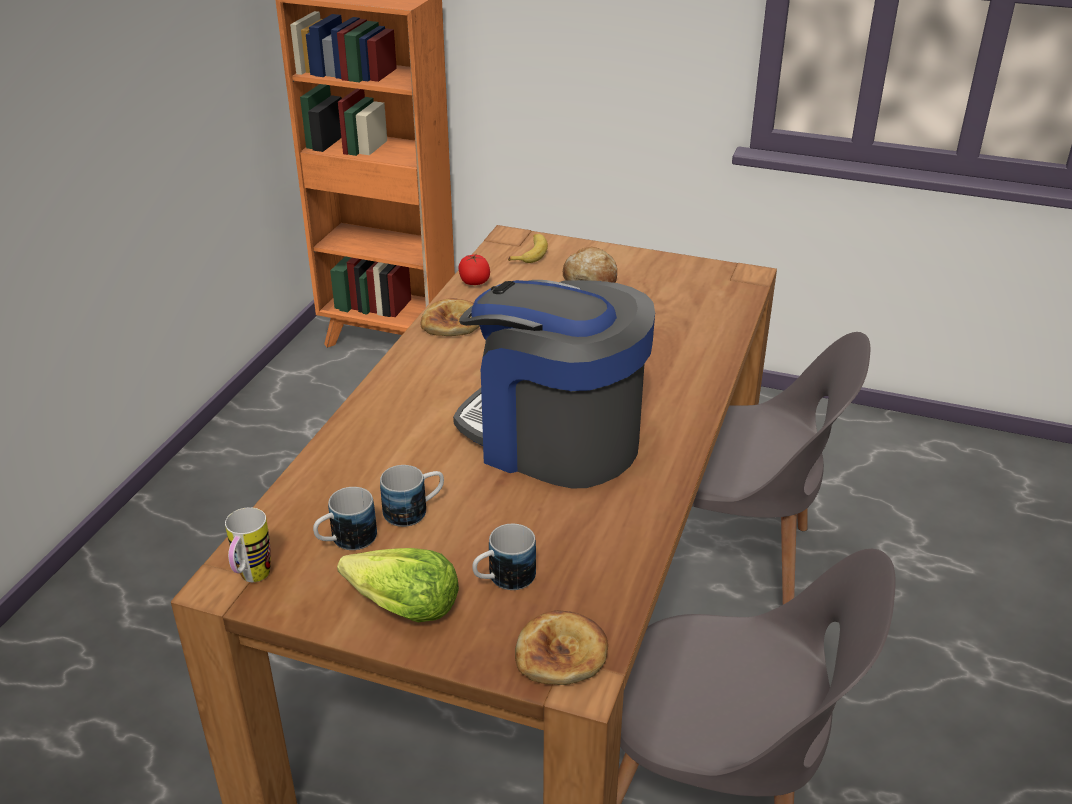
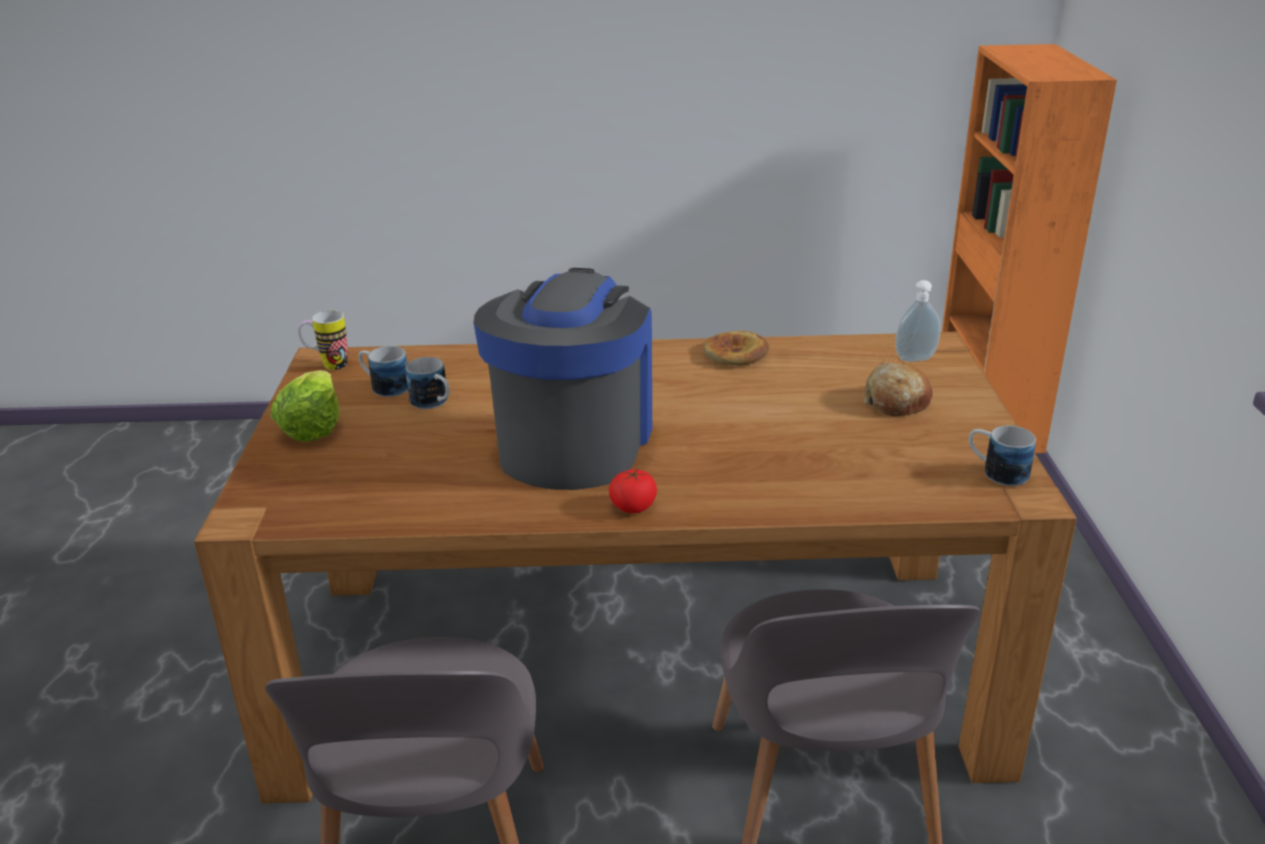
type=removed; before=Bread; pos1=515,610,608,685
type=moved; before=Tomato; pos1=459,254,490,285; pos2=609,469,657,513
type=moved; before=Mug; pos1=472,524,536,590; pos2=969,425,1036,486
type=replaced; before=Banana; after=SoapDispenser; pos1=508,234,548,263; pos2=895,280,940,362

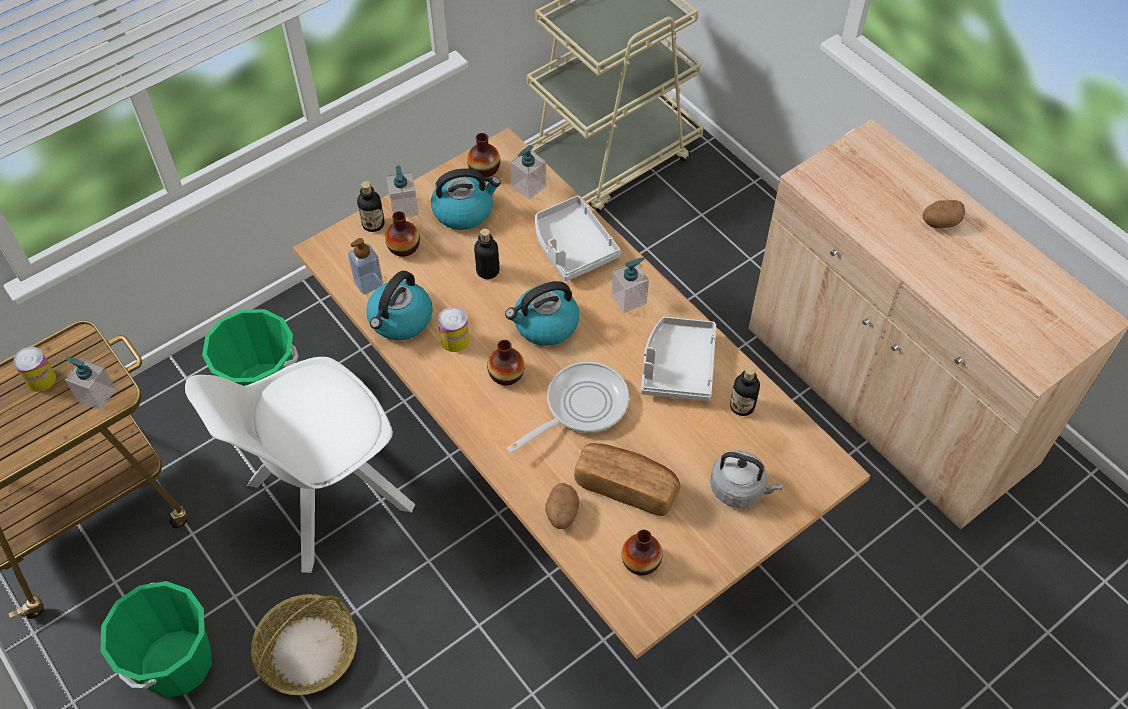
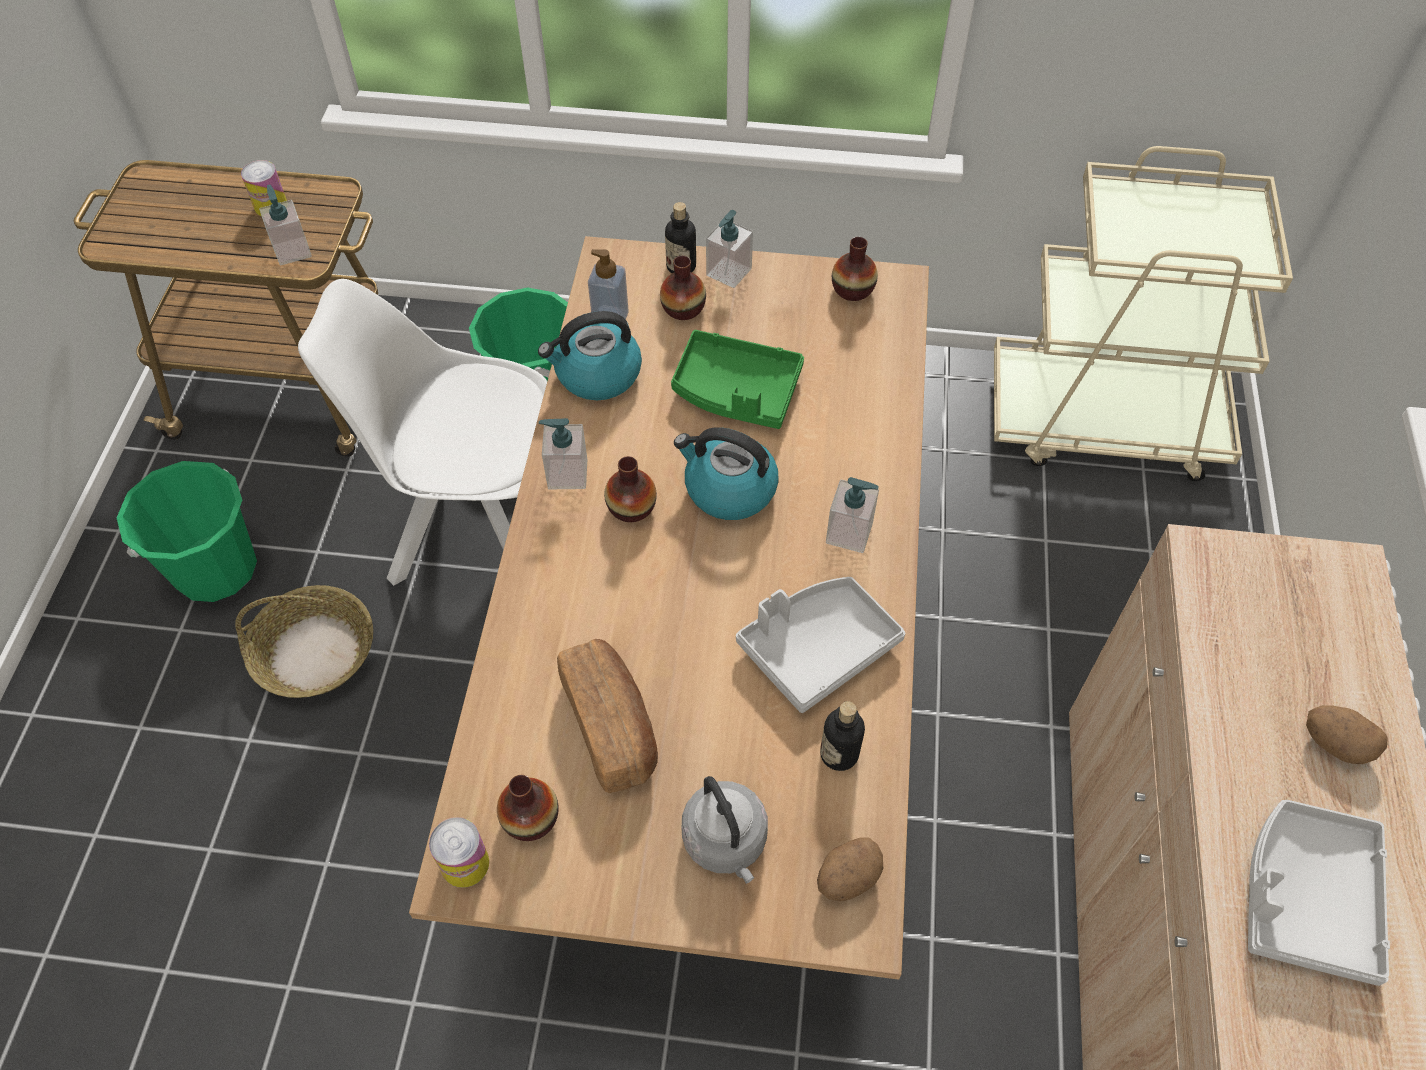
type=removed; before=Kettle; pos1=431,168,501,230
type=removed; before=FryingPan; pos1=507,362,629,453
type=moved; before=Can; pos1=438,307,469,352; pos2=429,817,489,888
type=moved; before=SoapDispenser; pos1=511,145,546,200; pos2=539,418,587,489
type=moved; before=GreyTray; pos1=535,195,621,281; pos2=1248,800,1390,986
type=moved; before=Potato; pos1=545,483,580,529; pos2=817,838,883,901
type=replaced; before=Bottle; after=GreenTray; pos1=474,229,500,279; pos2=671,330,804,429

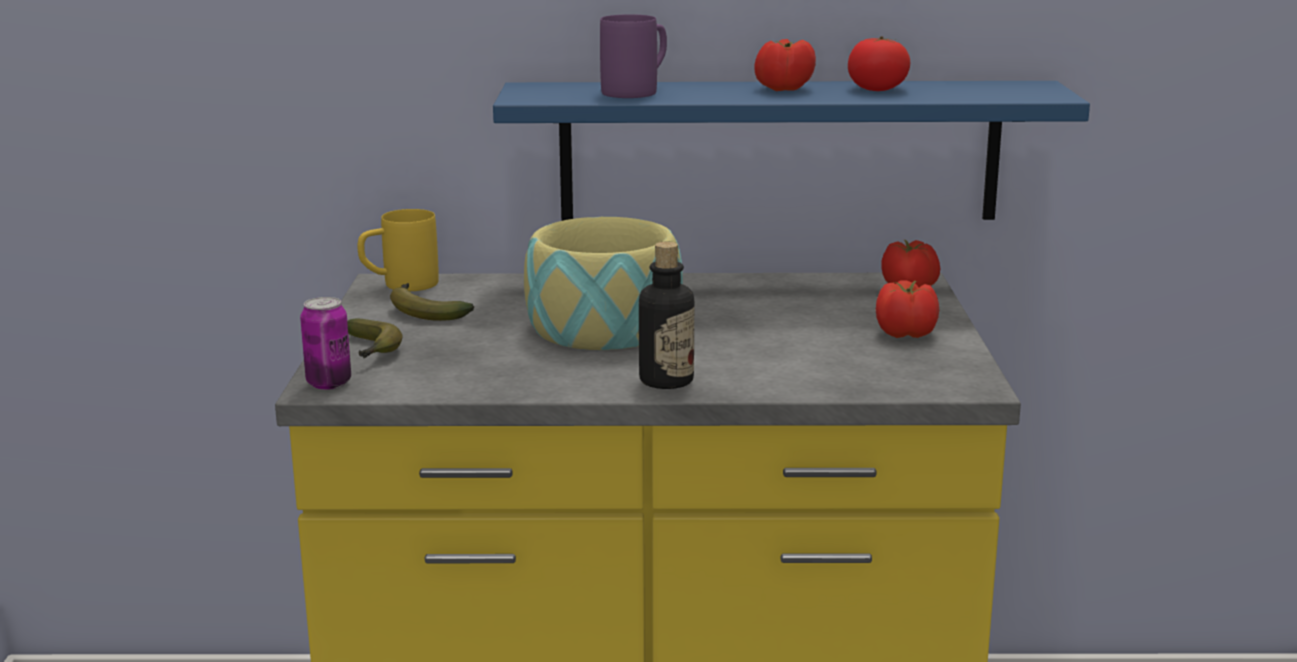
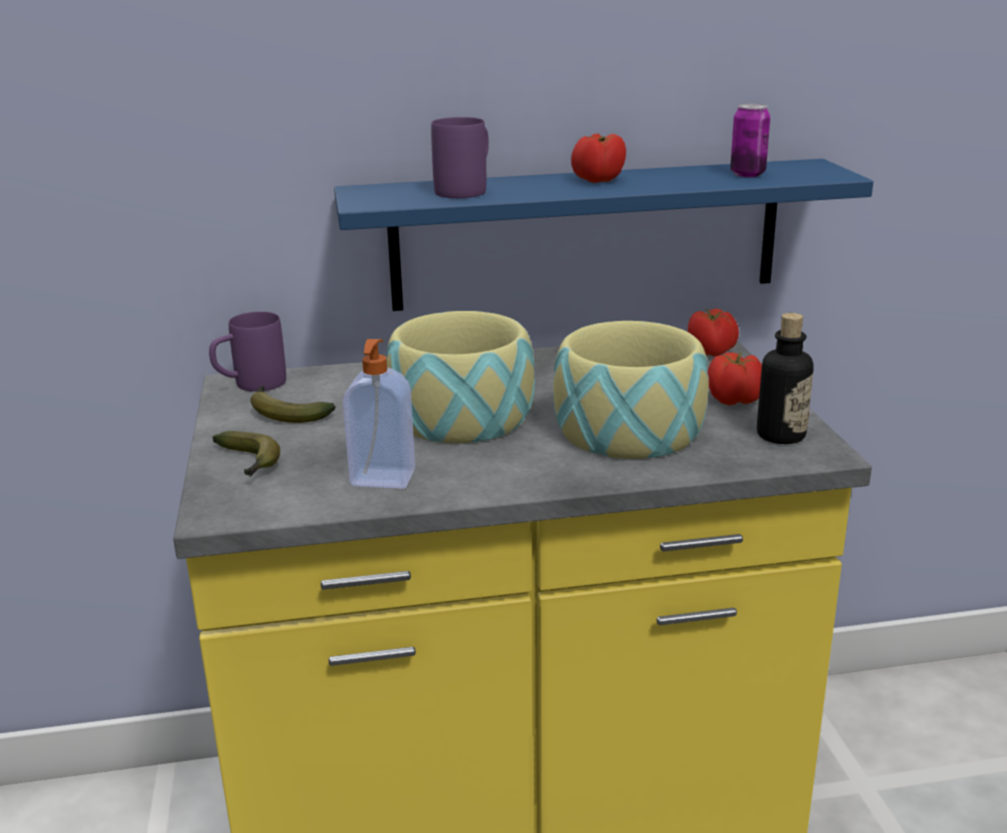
type=removed; before=Tomato; pos1=848,36,910,91
type=added; after=SoapDispenser; pos2=343,339,415,489
type=added; after=Bowl; pos2=553,321,709,459
type=moved; before=Can; pos1=300,297,351,390; pos2=730,104,770,177
type=moved; before=Bottle; pos1=639,242,694,389; pos2=757,313,814,444
type=recoloured; before=YellowMug; after=PurpleMug; pos1=357,209,439,291; pos2=209,312,286,392

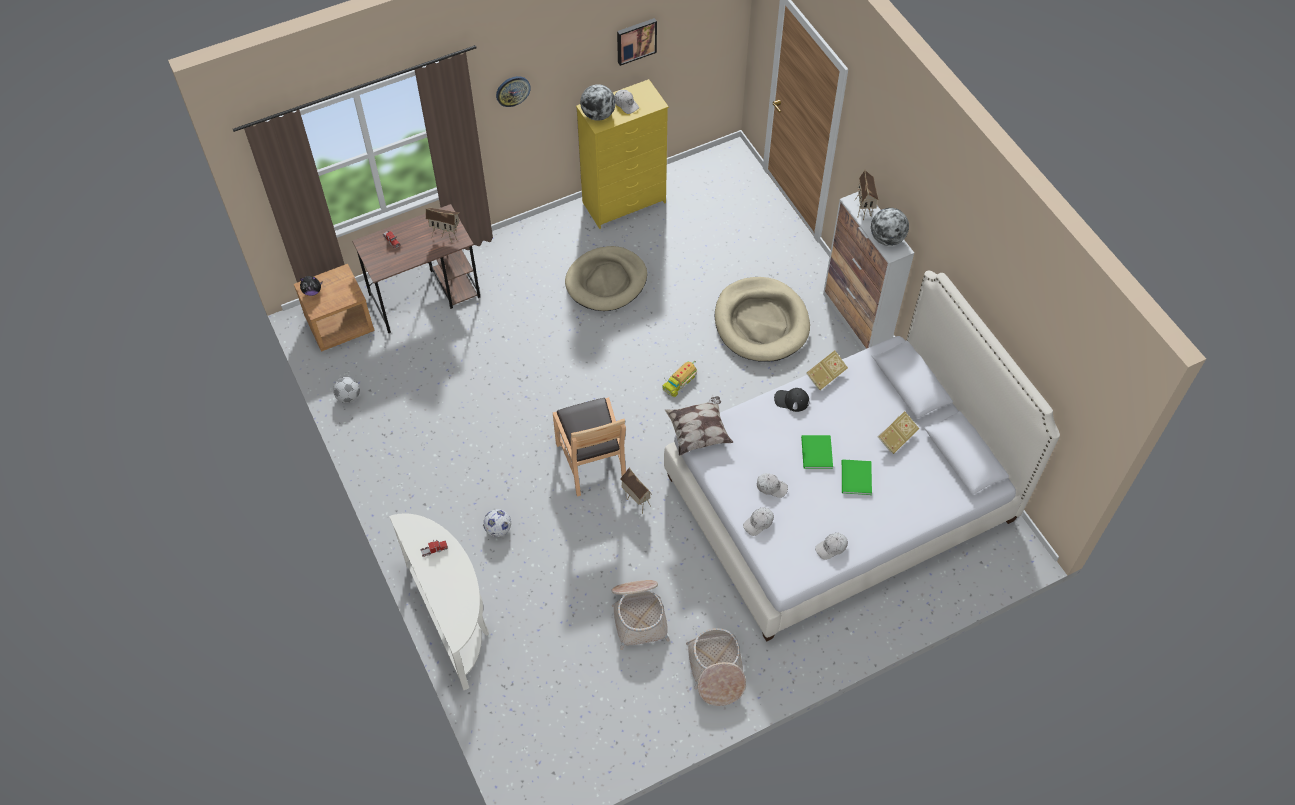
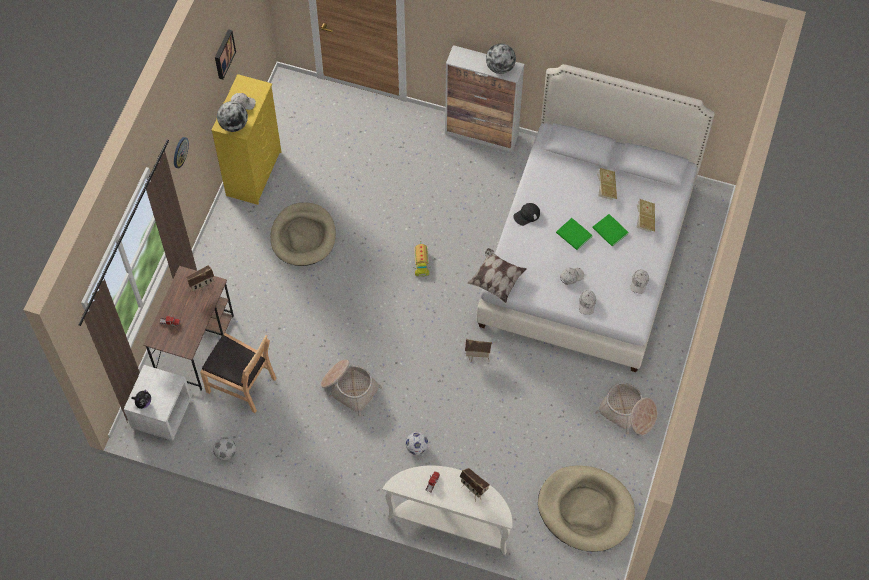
type=moved; before=BrownChair; pos1=553,397,626,497; pos2=200,333,277,413
type=moved; before=Basket; pos1=611,580,670,650; pos2=321,359,382,416
type=moved; before=BeigeDogBed; pos1=715,277,810,362; pos2=538,465,635,552
type=moved; before=Book; pos1=806,350,848,390; pos2=636,199,655,232
type=moved; before=ToyHouse; pos1=855,170,879,220; pos2=460,468,490,502
type=recoloured; before=BrownNightstand; after=WhiteNightstand; pos1=294,264,375,352; pos2=124,365,192,441

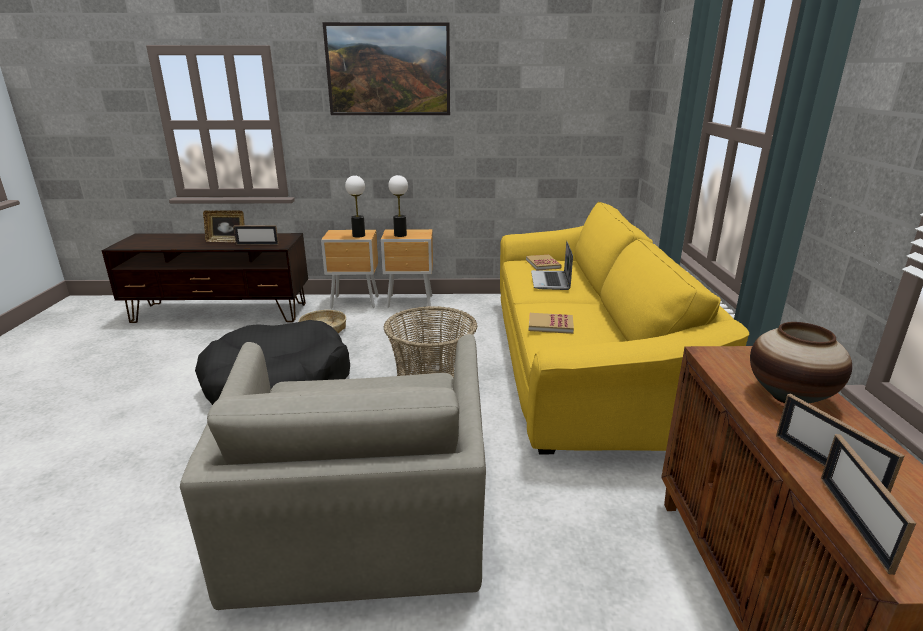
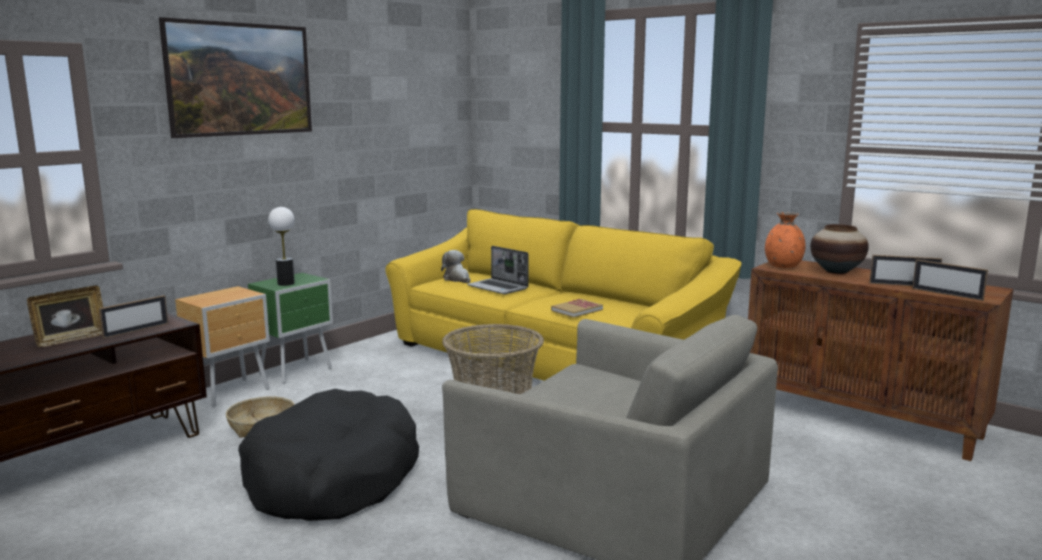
type=removed; before=TableLamp; pos1=345,175,365,237
type=added; after=OrangeVase; pos2=765,212,805,268
type=replaced; before=Book; after=PlushToy; pos1=526,255,562,270; pos2=441,250,470,283
type=recoloured; before=BrownNightstand; after=GreenNightstand; pos1=381,229,433,308; pos2=248,273,333,384

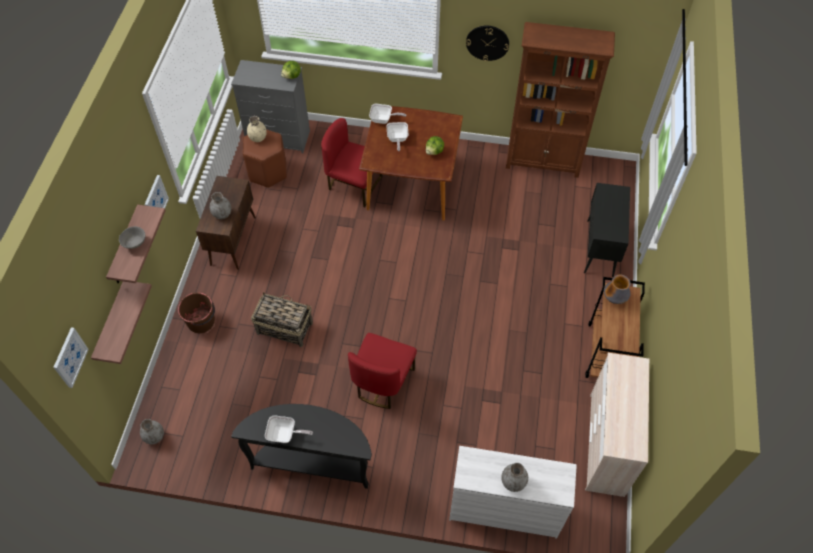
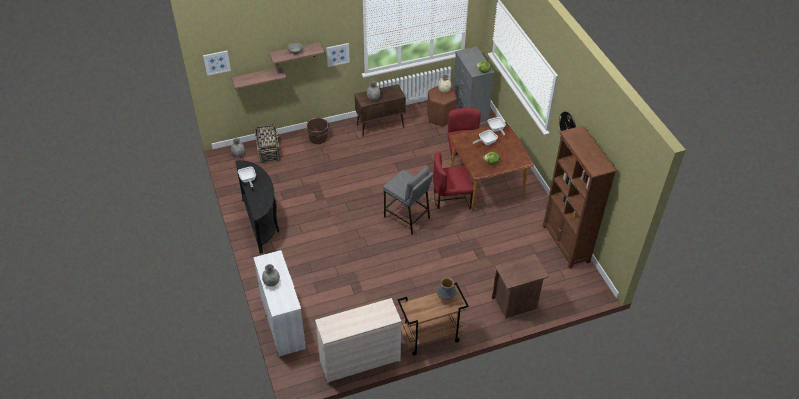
type=added; after=GreyStool; pos2=383,167,433,234
type=moved; before=Basket; pos1=251,292,313,347; pos2=255,123,280,164
type=moved; before=RedChair; pos1=348,333,417,409; pos2=433,151,474,209
type=replaced; before=BlackCabinet; after=BrownNightstand; pos1=584,183,630,277; pos2=492,254,549,318

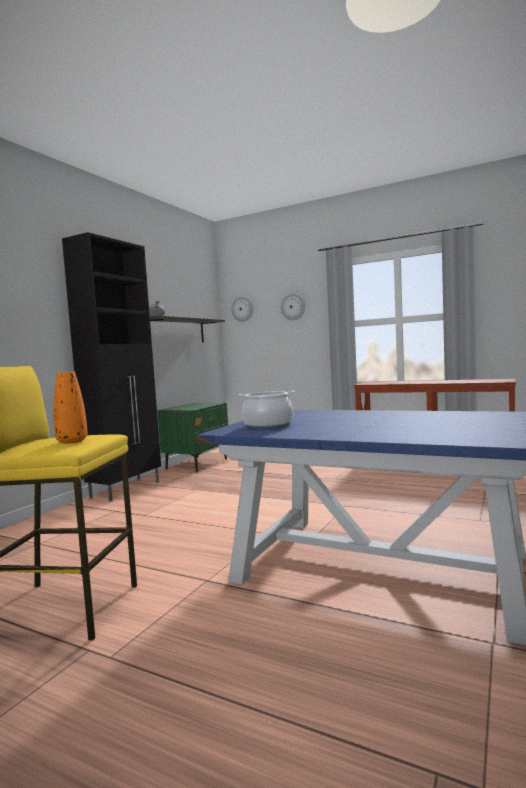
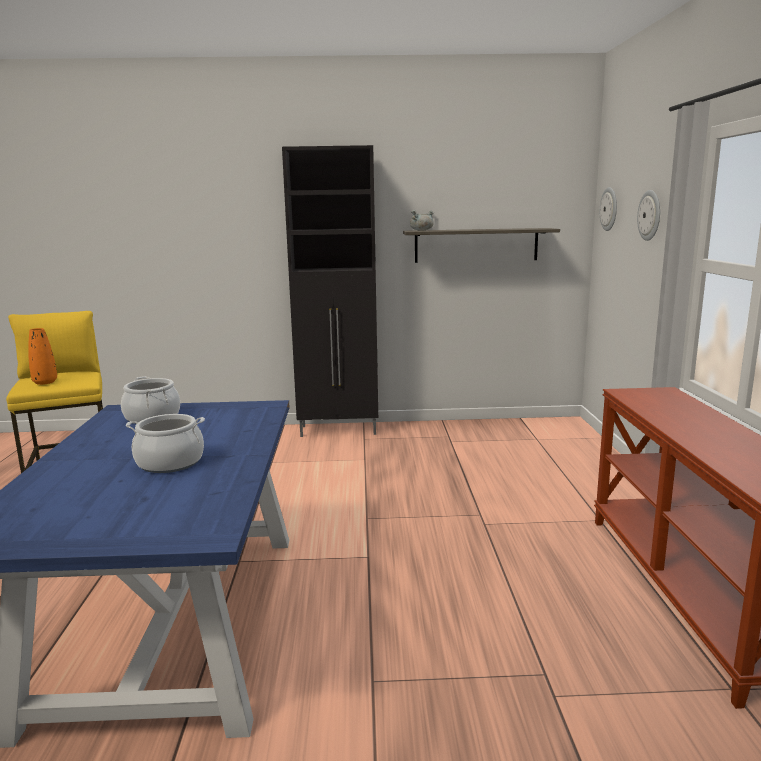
type=removed; before=GreenNightstand; pos1=157,403,228,472
type=added; after=CookingPot; pos2=126,414,205,473

